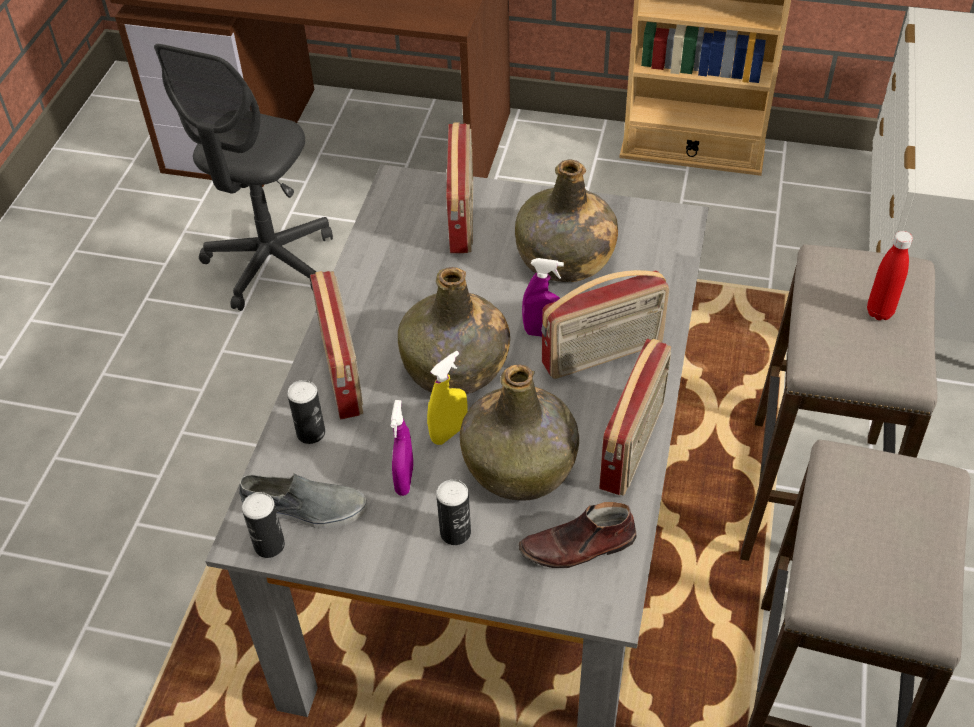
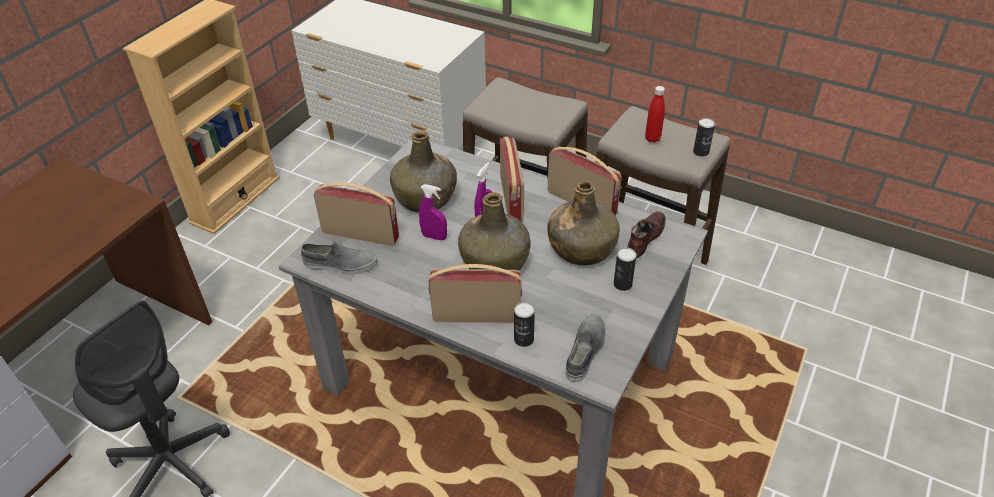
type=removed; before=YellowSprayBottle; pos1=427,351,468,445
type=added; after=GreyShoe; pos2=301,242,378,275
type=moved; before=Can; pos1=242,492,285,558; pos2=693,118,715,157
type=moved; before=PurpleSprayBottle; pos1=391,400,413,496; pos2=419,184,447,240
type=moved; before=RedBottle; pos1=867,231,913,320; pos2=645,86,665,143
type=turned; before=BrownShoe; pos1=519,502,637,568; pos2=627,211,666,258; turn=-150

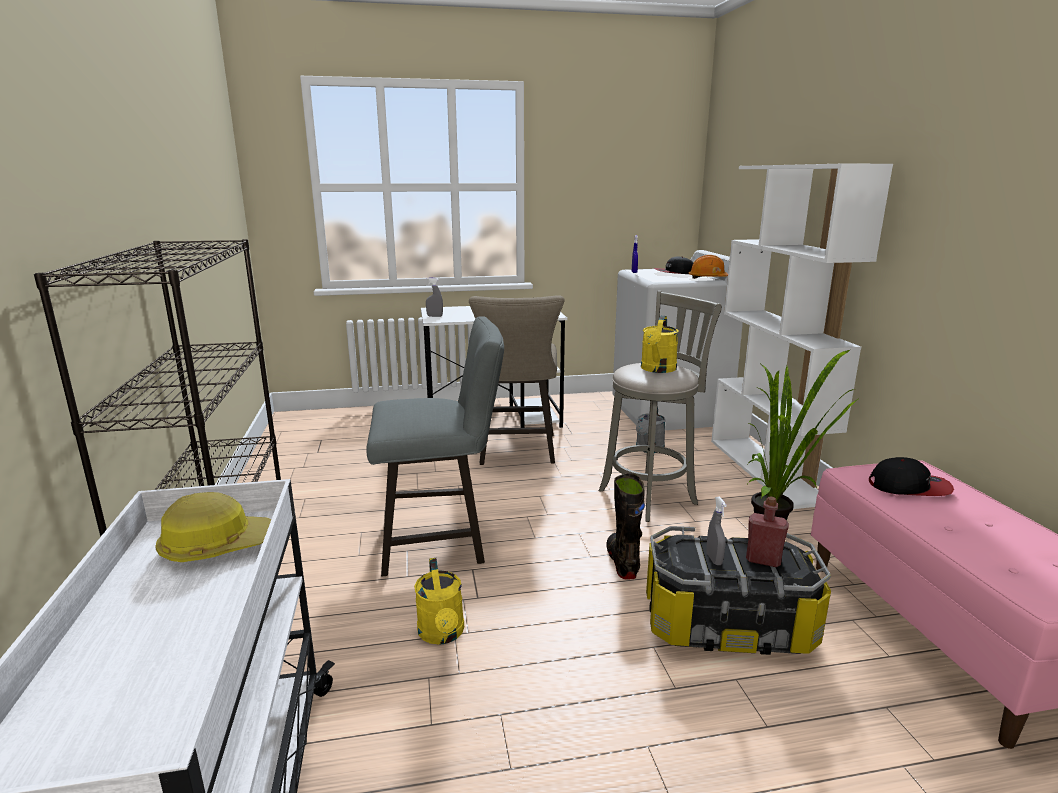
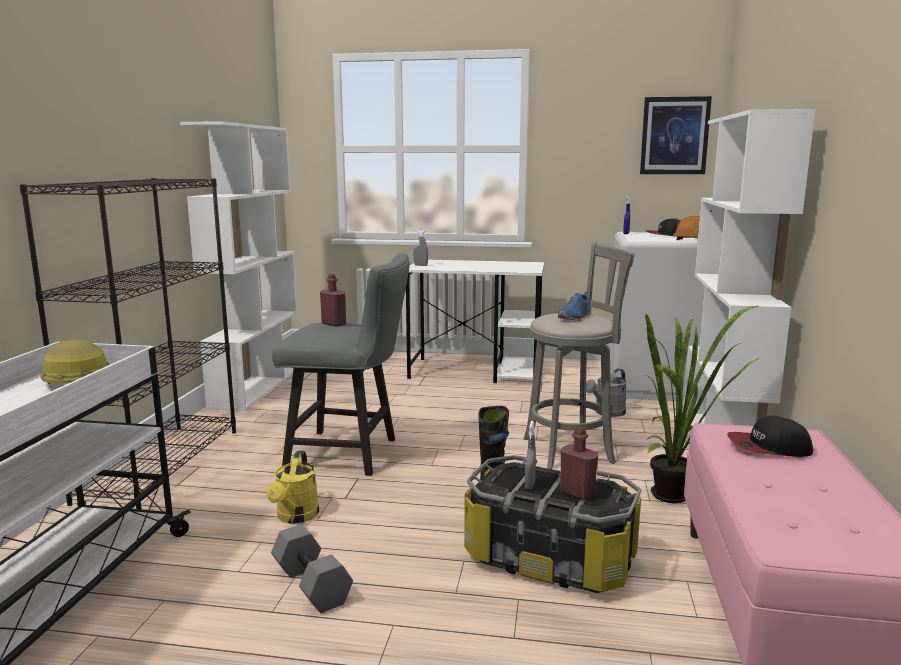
type=removed; before=BeigeStool; pos1=469,295,565,465
type=added; after=WhiteBookcase; pos2=180,121,297,411
type=added; after=GreyDumbbell; pos2=271,525,353,613
type=added; after=RedBottle; pos2=320,274,346,327
type=added; after=Picture; pos2=640,96,712,174
type=replaced; before=YellowWateringCan; after=BlueShoe; pos1=641,316,679,373; pos2=558,292,590,321
type=turned; before=Cap; pos1=869,457,954,496; pos2=727,416,813,457; turn=150

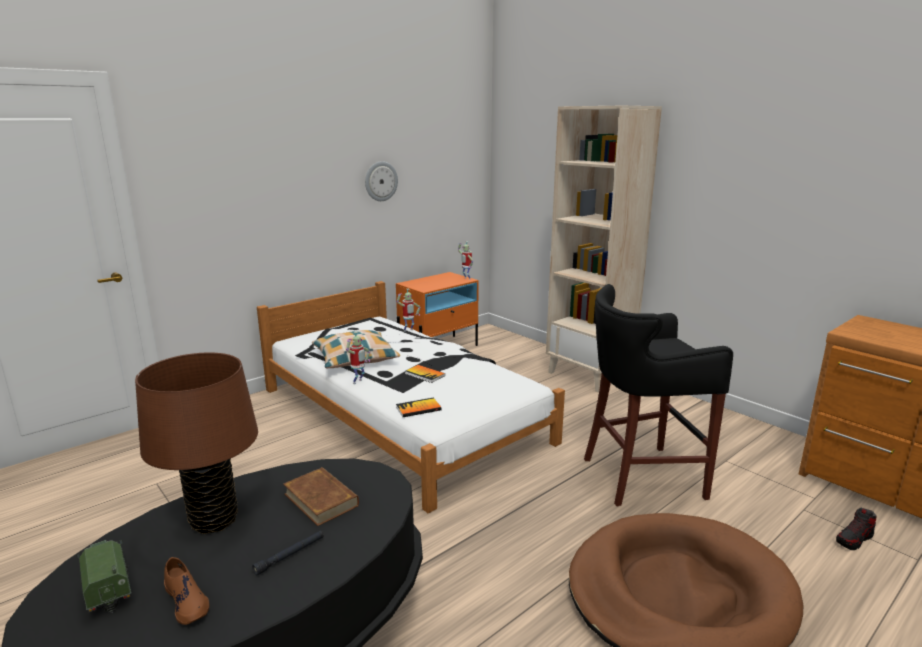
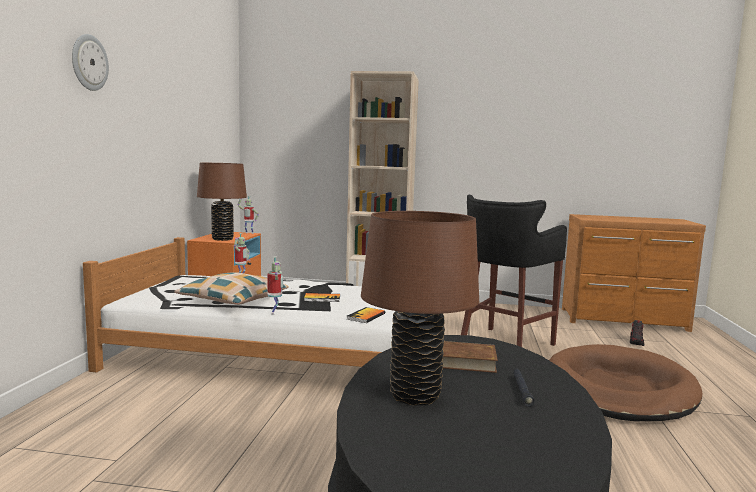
type=removed; before=ToyTruck; pos1=77,540,131,613
type=removed; before=BrownShoe; pos1=164,557,209,625
type=added; after=BrownTableLamp; pos2=197,163,247,241
type=moved; before=WallClock; pos1=365,161,398,201; pos2=72,34,109,91

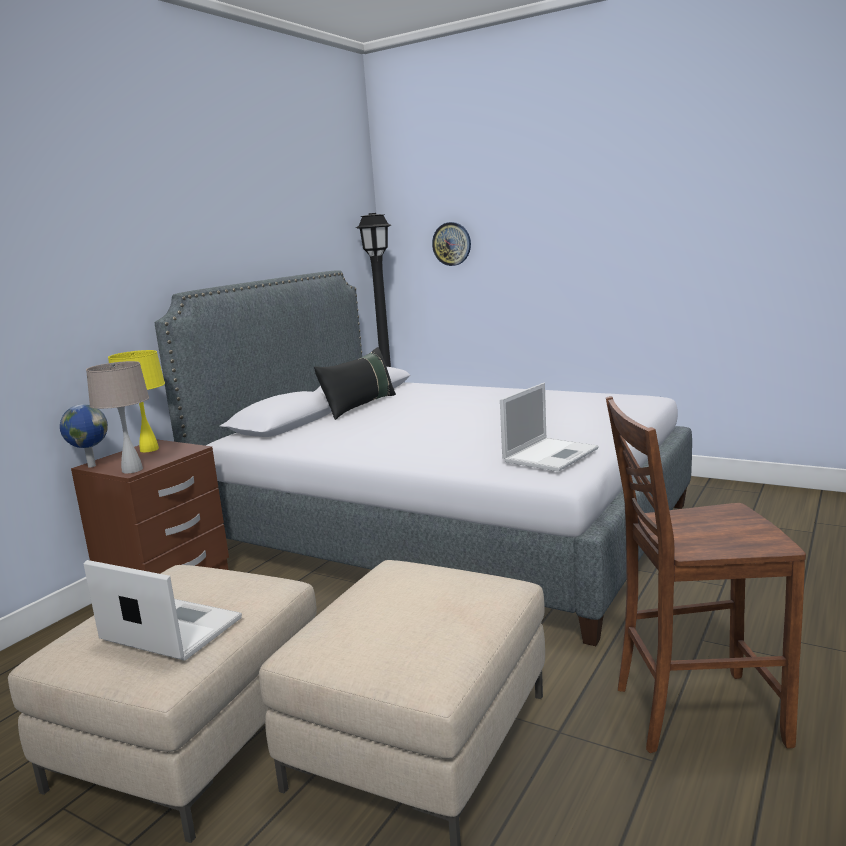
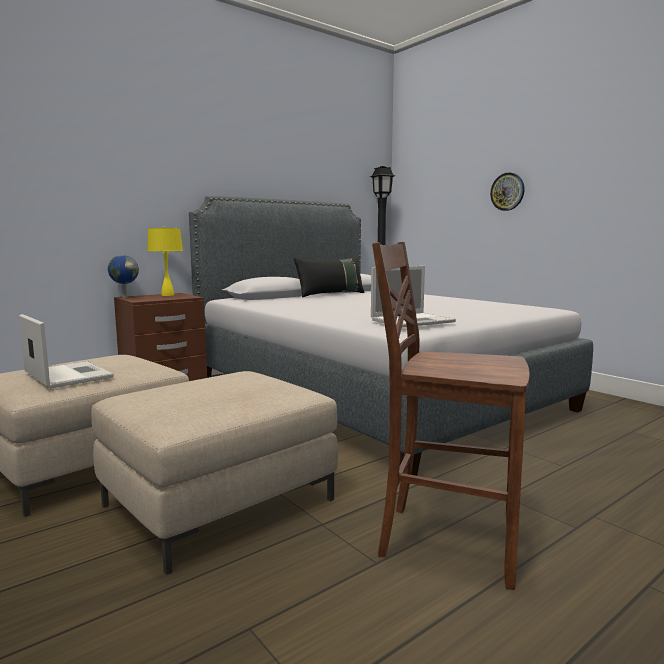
type=removed; before=BeigeTableLamp; pos1=86,361,149,474
type=moved; before=WallClock; pos1=432,222,471,266; pos2=490,172,524,211

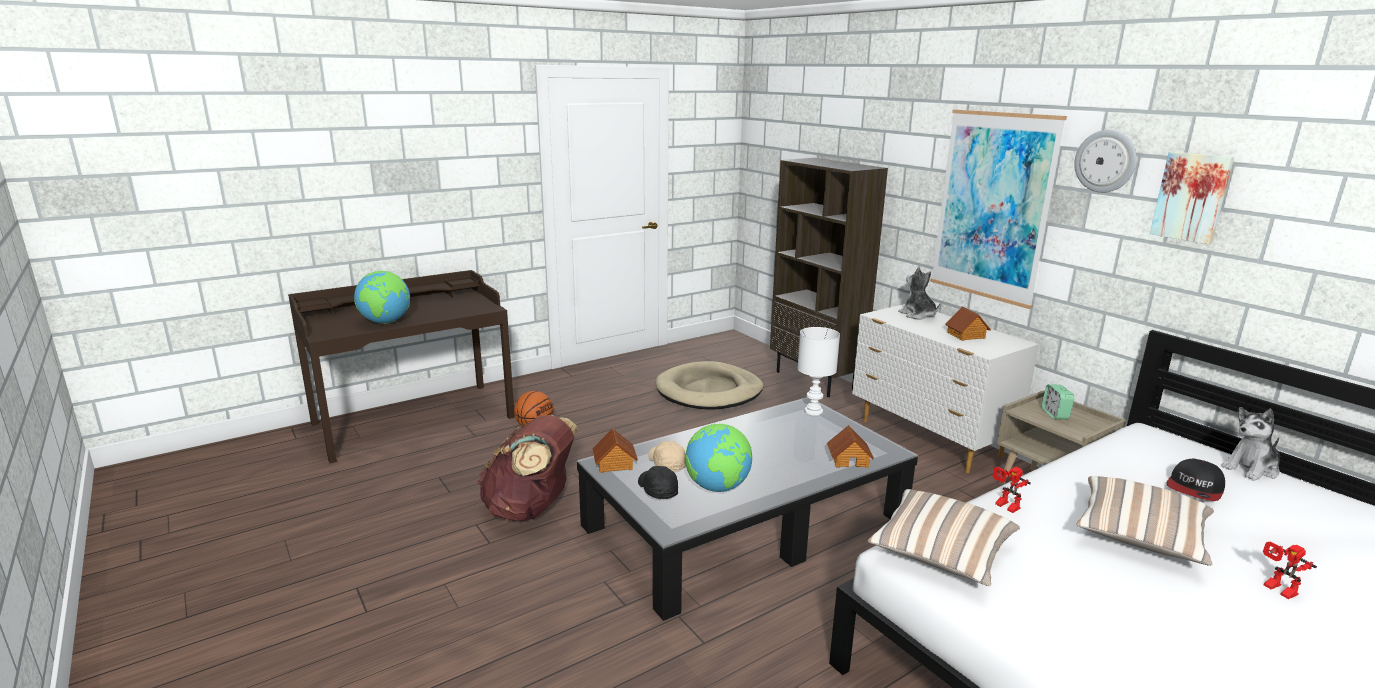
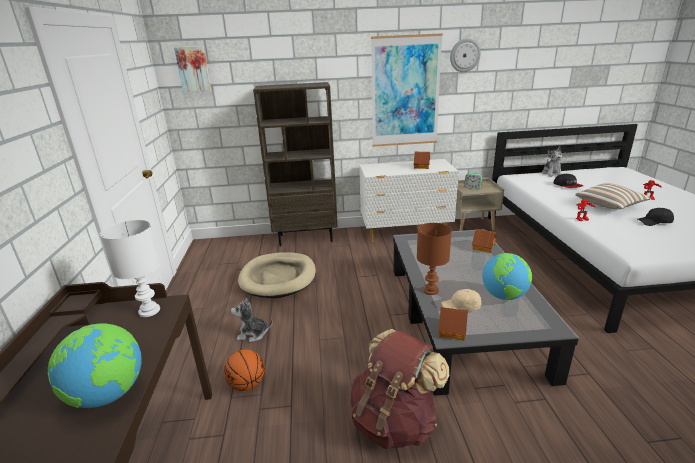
type=removed; before=Pillow; pos1=867,489,1020,586
type=added; after=BrownTableLamp; pos2=417,223,452,295
type=moved; before=BlackCap; pos1=638,466,678,499; pos2=637,208,674,226
type=moved; before=WhiteTableLamp; pos1=798,327,840,416; pos2=100,220,160,317
type=moved; before=PlushToy; pos1=898,267,940,320; pos2=231,297,273,342
type=moved; before=Picture; pos1=1150,152,1234,244; pos2=174,46,211,92

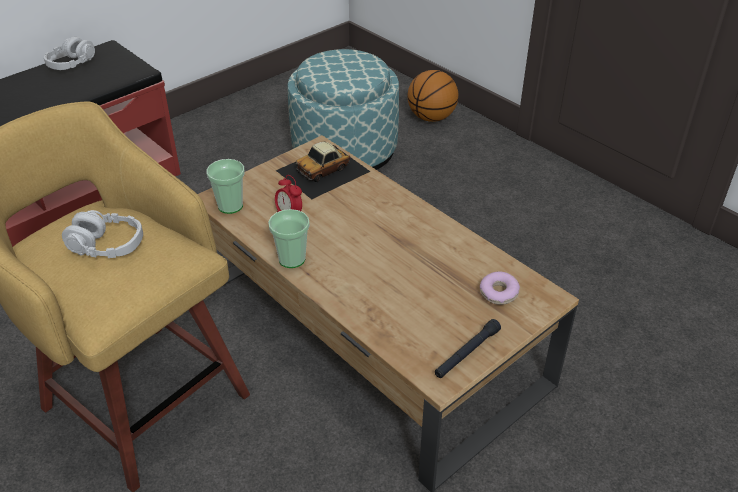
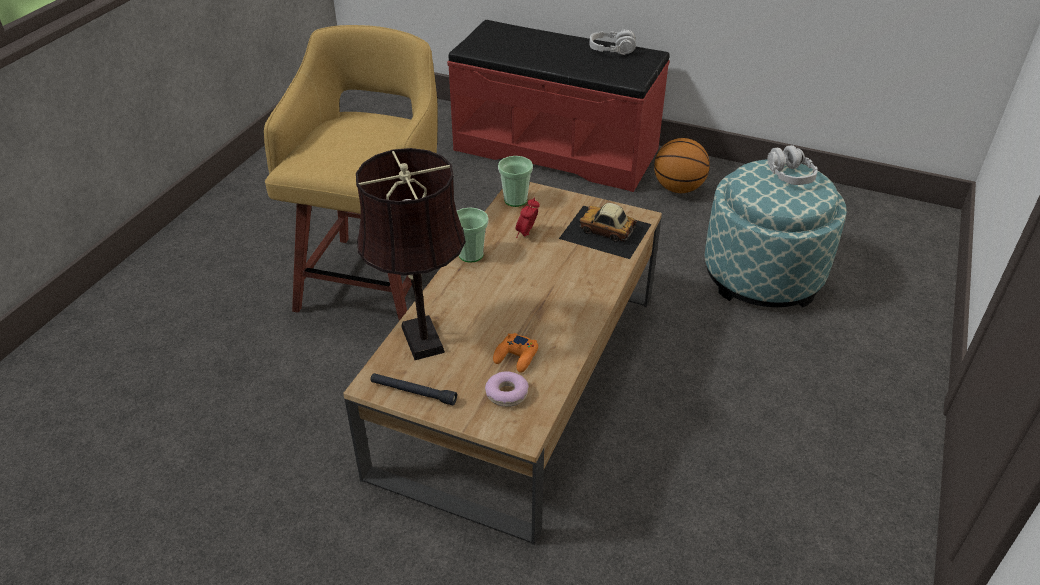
type=added; after=BrownTableLamp; pos2=356,148,466,360
type=added; after=OrangeGameController; pos2=493,333,538,373
type=moved; before=GreyHeadphones; pos1=62,210,143,258; pos2=767,145,818,185
type=moved; before=Basketball; pos1=408,70,458,122; pos2=654,138,710,193

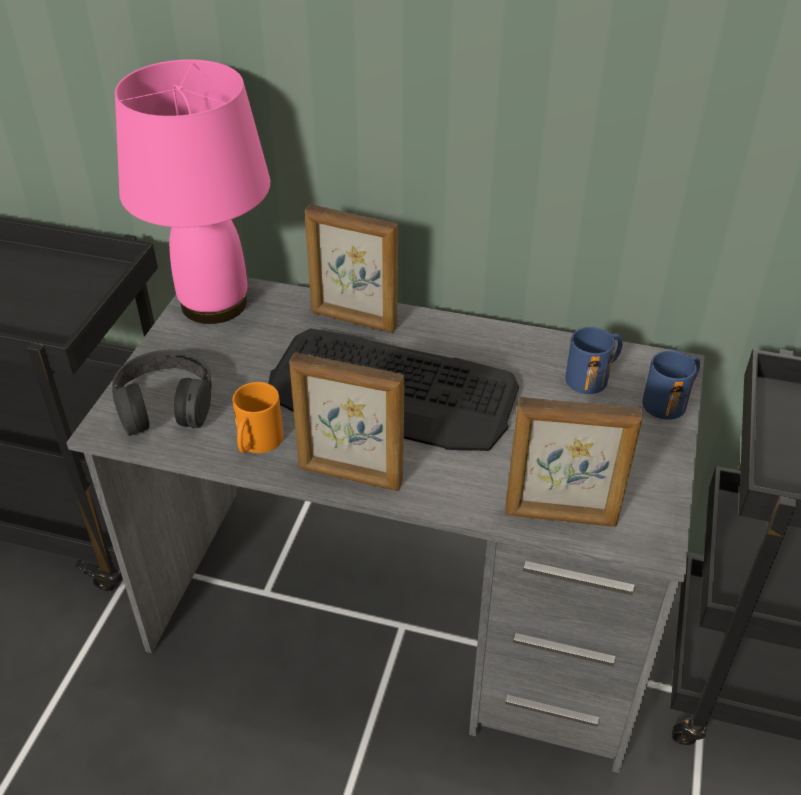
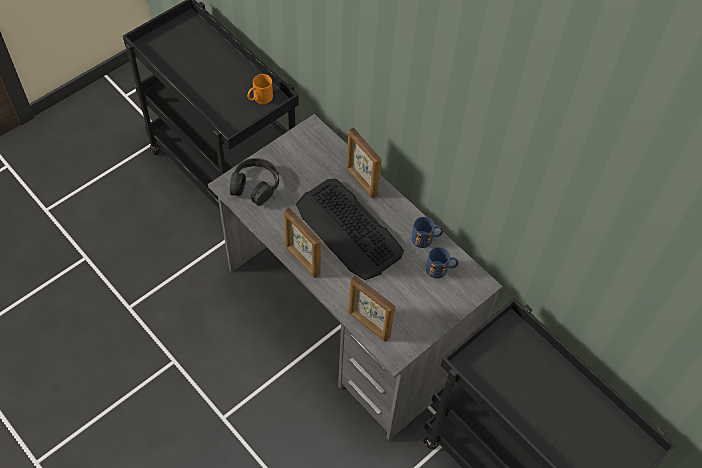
type=removed; before=PinkTableLamp; pos1=115,59,270,324
type=moved; before=OrangeMug; pos1=233,382,283,453; pos2=248,74,273,104
type=moved; before=BlueMug; pos1=642,351,700,420; pos2=412,217,443,248

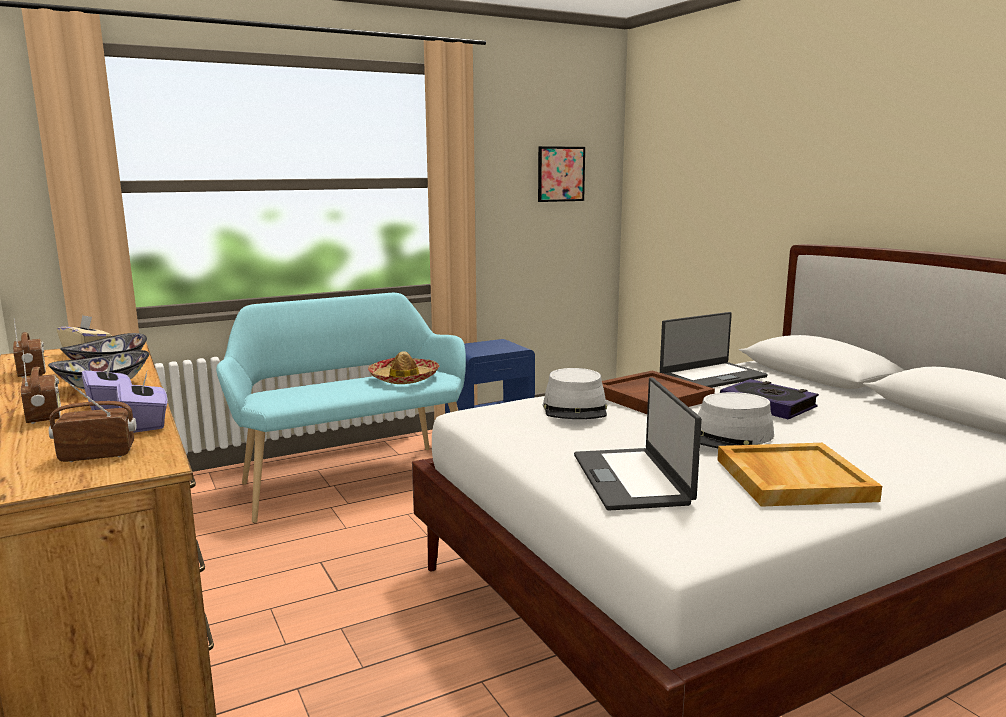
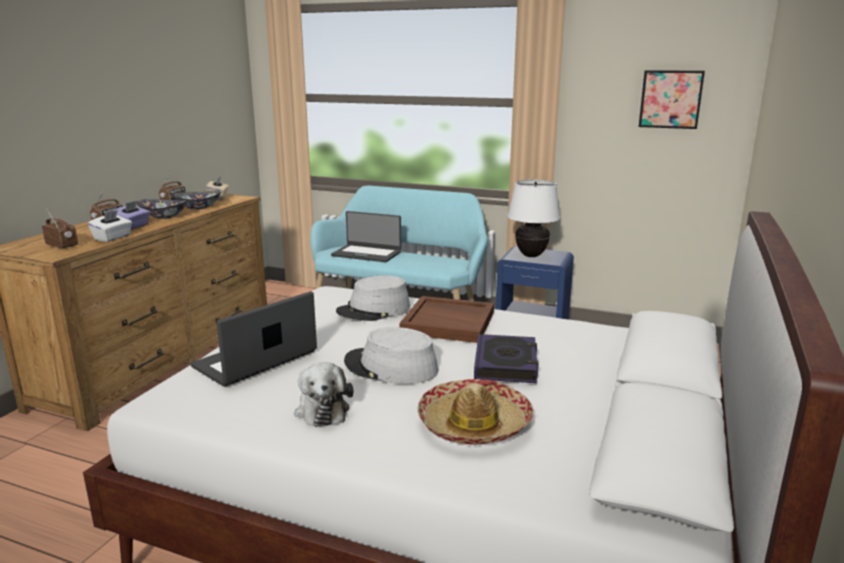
type=added; after=WhiteTableLamp; pos2=507,180,560,257
type=moved; before=Hat; pos1=368,351,440,384; pos2=418,379,533,444
type=moved; before=Laptop; pos1=660,312,768,388; pos2=331,211,401,262
type=replaced; before=BeigeTray; after=PlushToy; pos1=717,443,882,507; pos2=294,362,353,427
type=recoloured; before=PurpleTissueBox; after=WhiteTissueBox; pos1=116,372,167,433; pos2=88,210,132,242

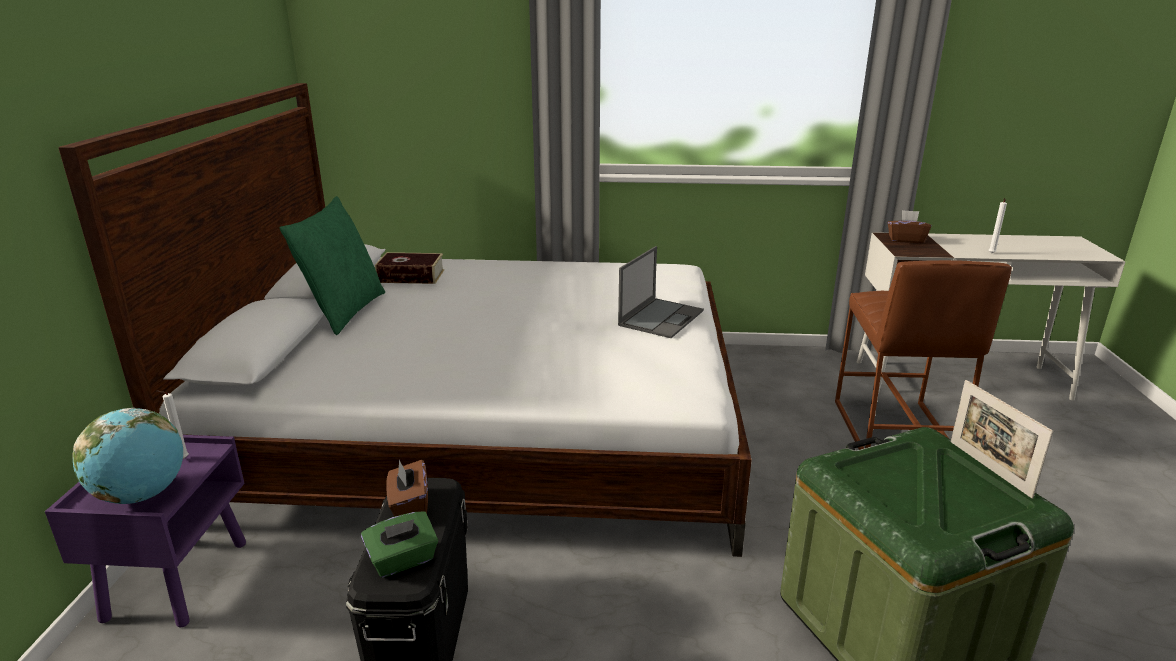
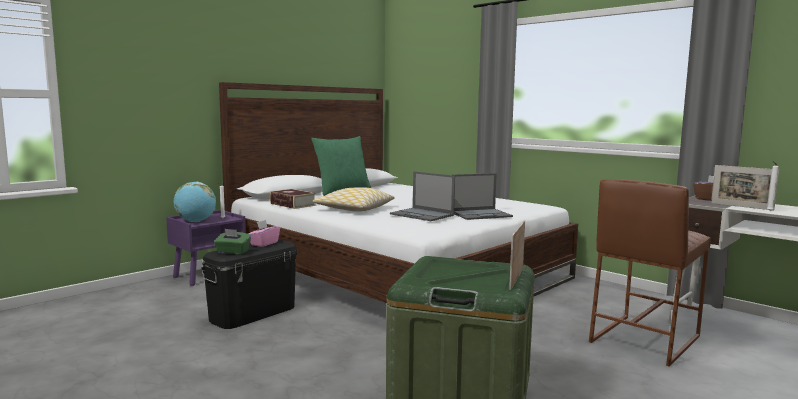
type=added; after=Pillow; pos2=313,188,395,212
type=added; after=Laptop; pos2=390,171,455,221
type=added; after=PictureFrame; pos2=711,165,779,211
type=moved; before=Book; pos1=375,252,444,284; pos2=270,189,316,209
type=recoloured; before=BrownTissueBox; after=PinkTissueBox; pos1=386,460,428,517; pos2=249,220,280,247

